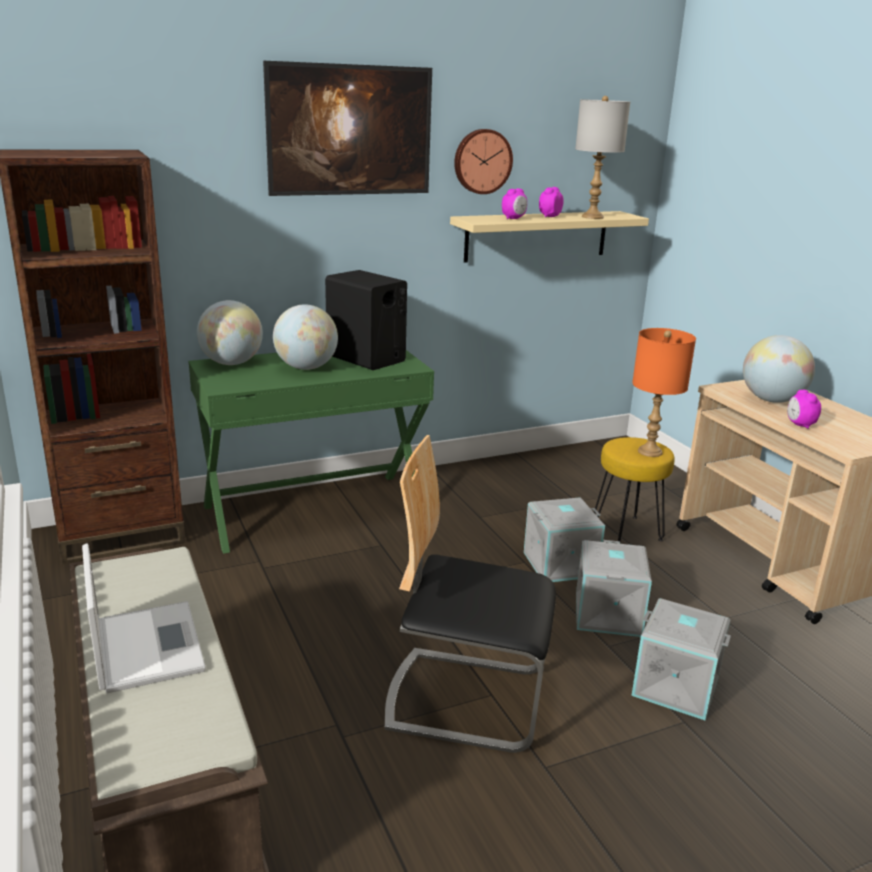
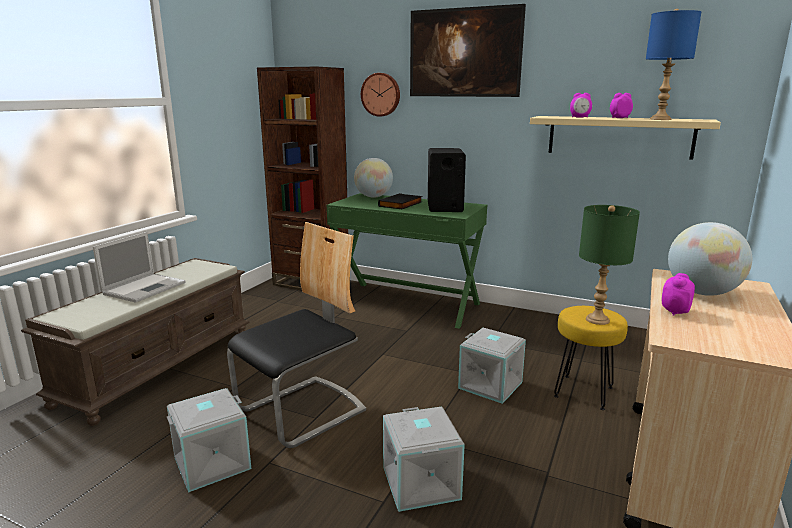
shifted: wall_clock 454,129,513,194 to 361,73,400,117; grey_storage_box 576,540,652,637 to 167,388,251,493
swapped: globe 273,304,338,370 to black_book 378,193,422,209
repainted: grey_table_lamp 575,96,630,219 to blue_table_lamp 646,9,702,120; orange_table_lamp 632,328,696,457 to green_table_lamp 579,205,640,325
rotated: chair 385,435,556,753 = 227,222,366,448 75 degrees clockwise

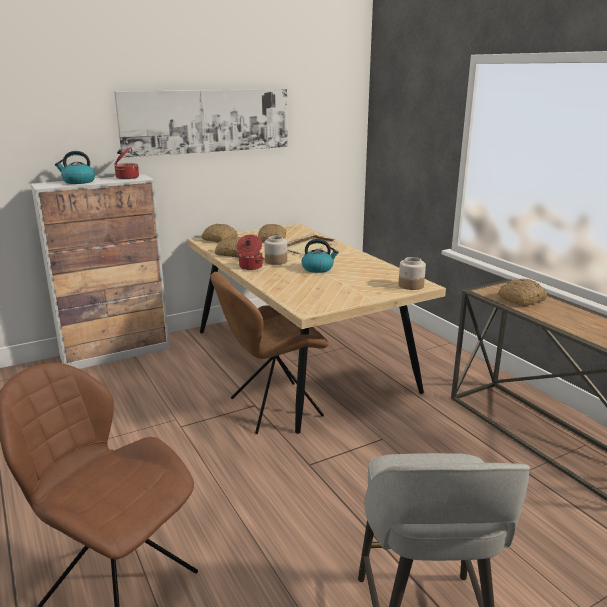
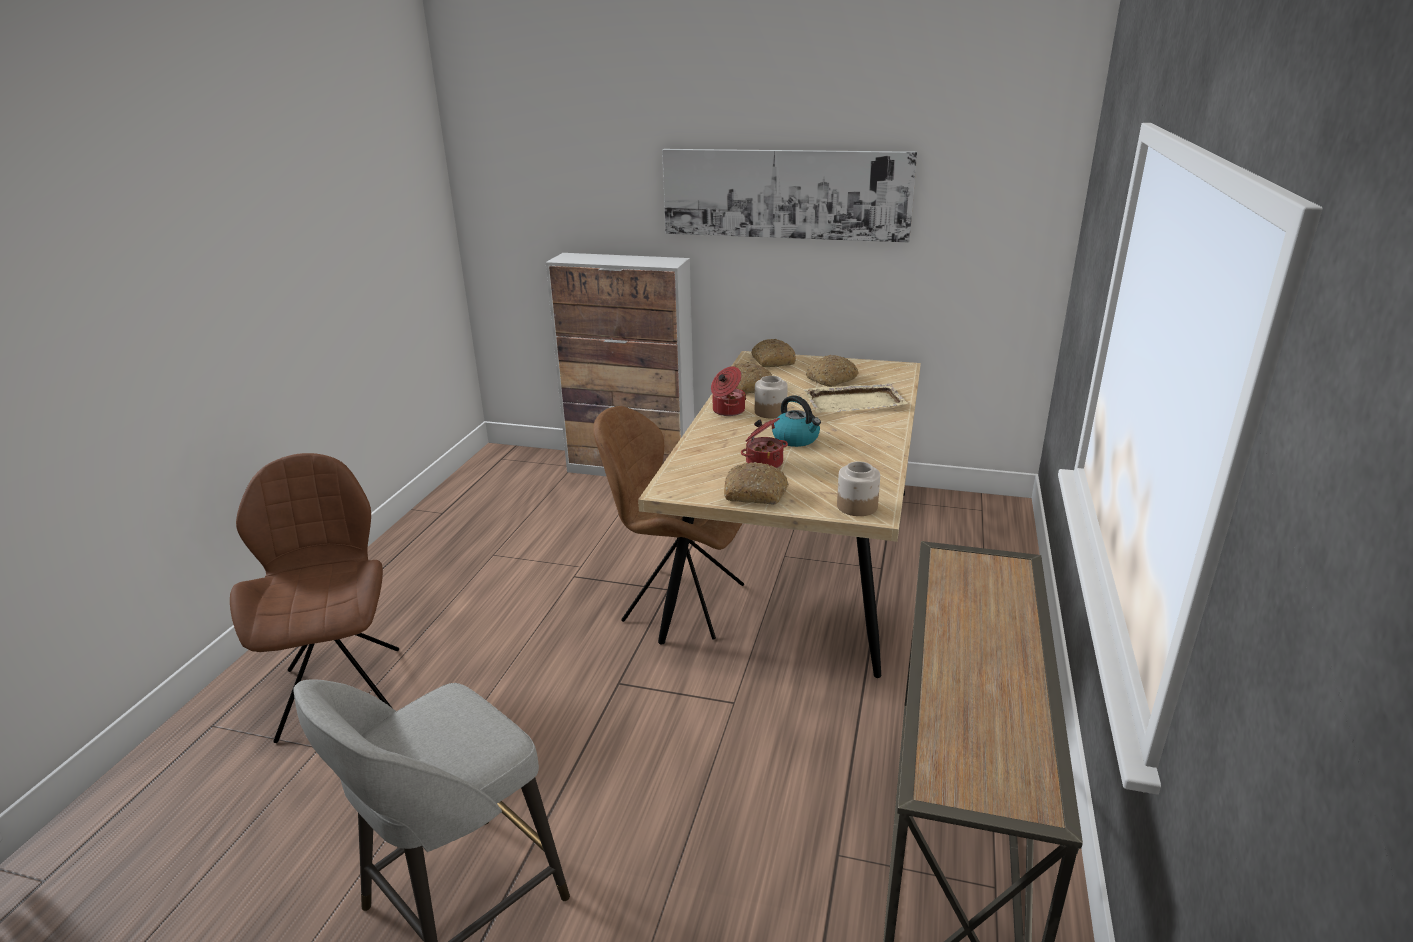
gone: kettle 55,151,95,184
shifted: cooking_pot 115,146,139,179 to 741,418,788,468; bread 498,279,547,306 to 724,462,789,505

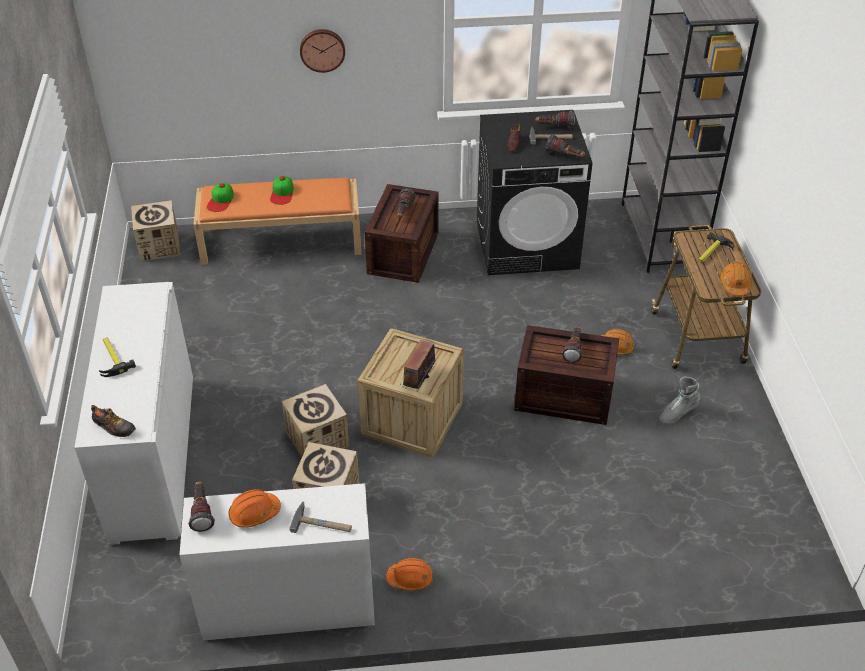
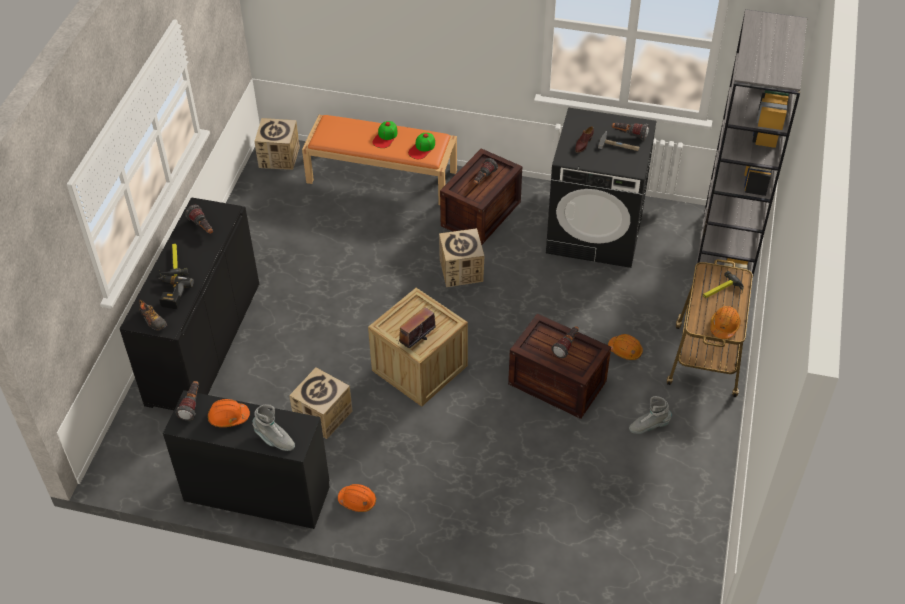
gone: wall_clock 300,29,345,73
new: power_drill 159,275,194,309
shifted: flashlight 546,135,585,157 to 185,205,213,234; cap 207,183,234,212 to 408,133,435,159; cardboard_box 282,384,349,457 to 439,228,484,287
swapped: hammer 289,501,352,533 to grey_boot 252,404,295,451
repainted: white_cabinet 74,282,193,545 to black_cabinet 120,197,259,410; white_desk 180,483,375,641 to black_desk 163,390,330,529

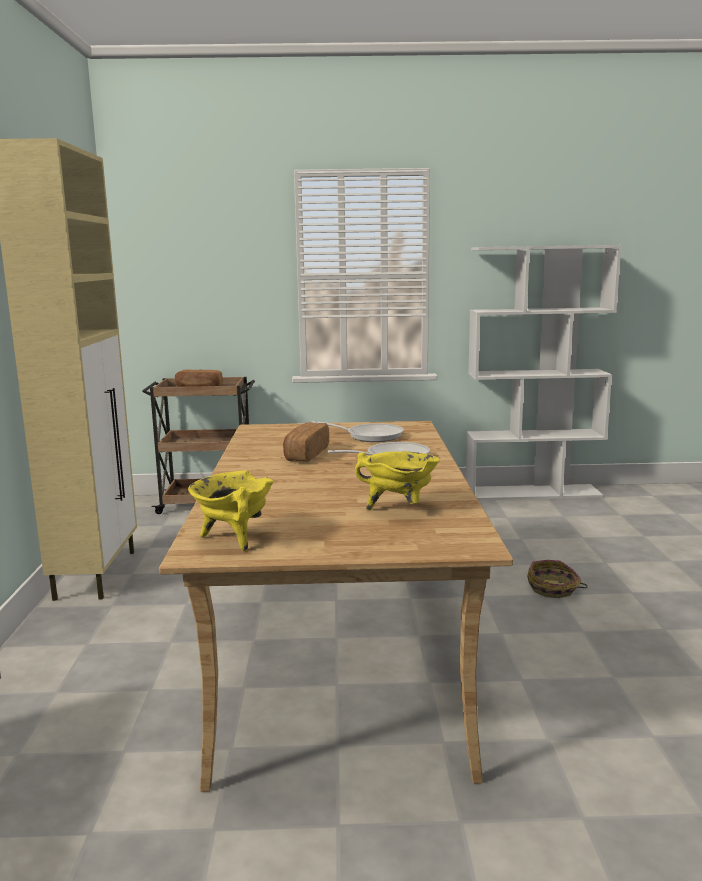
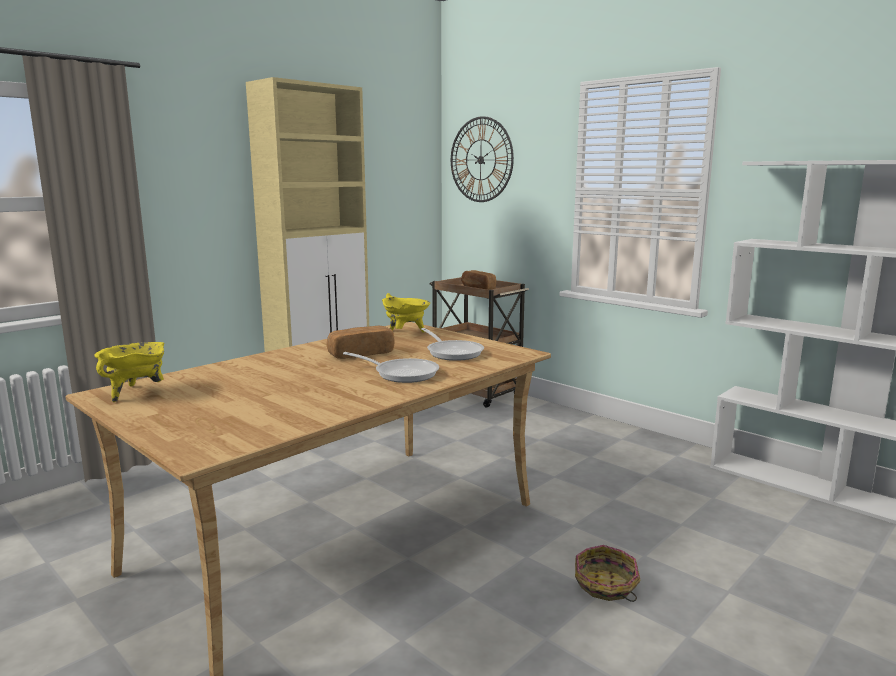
new: wall_clock 451,116,514,202
shifted: yellow_cooking_pot 355,451,440,510 to 382,293,430,333

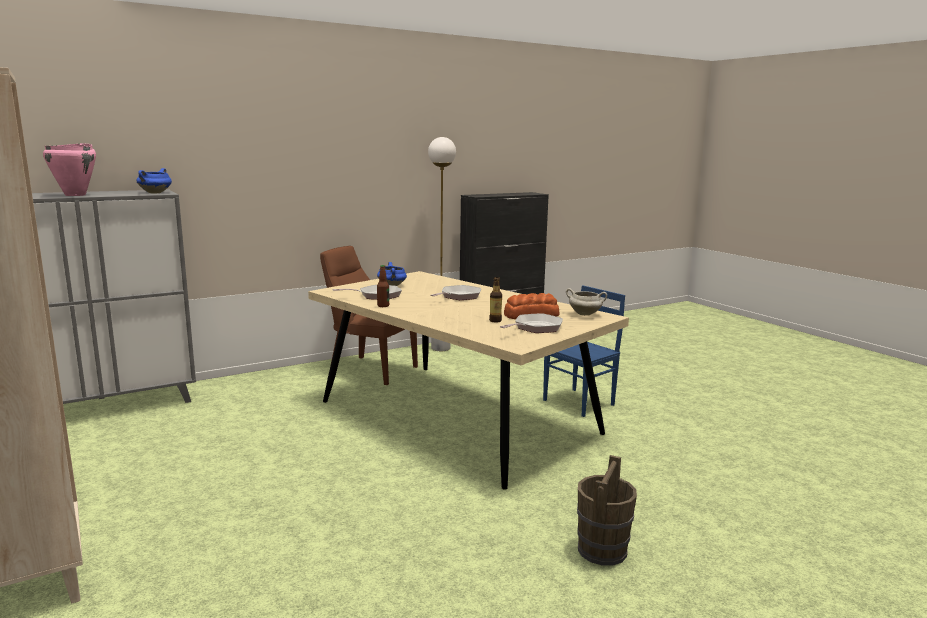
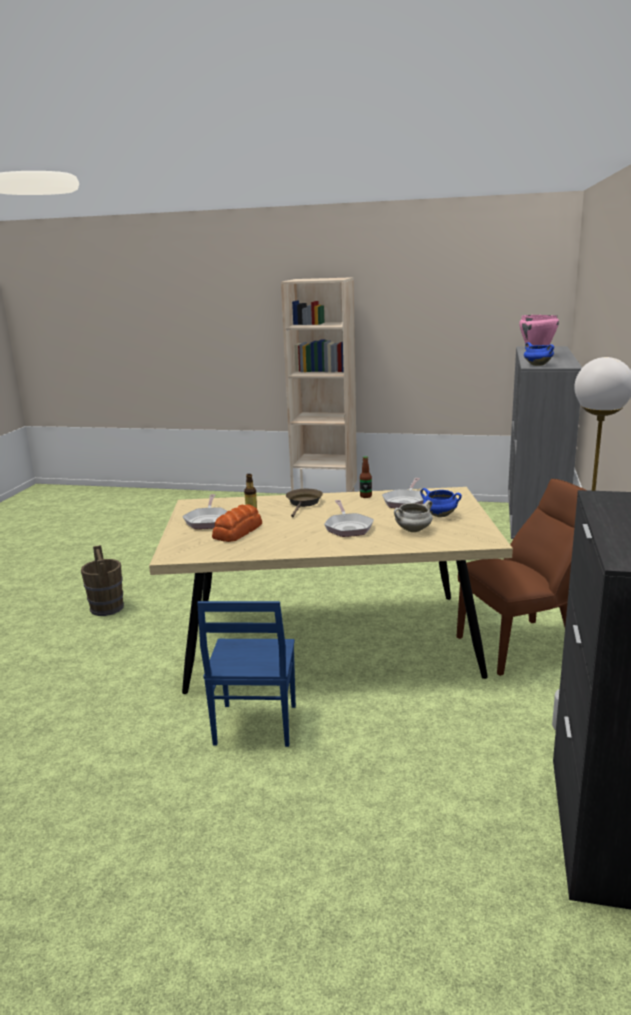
new: brown_frying_pan 286,489,323,517
shifted: white_cooking_pot 566,288,607,316 to 394,500,433,532

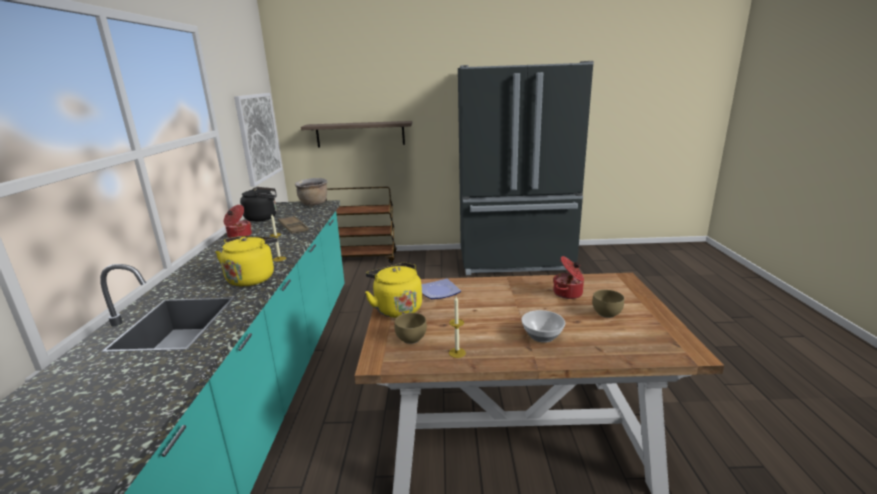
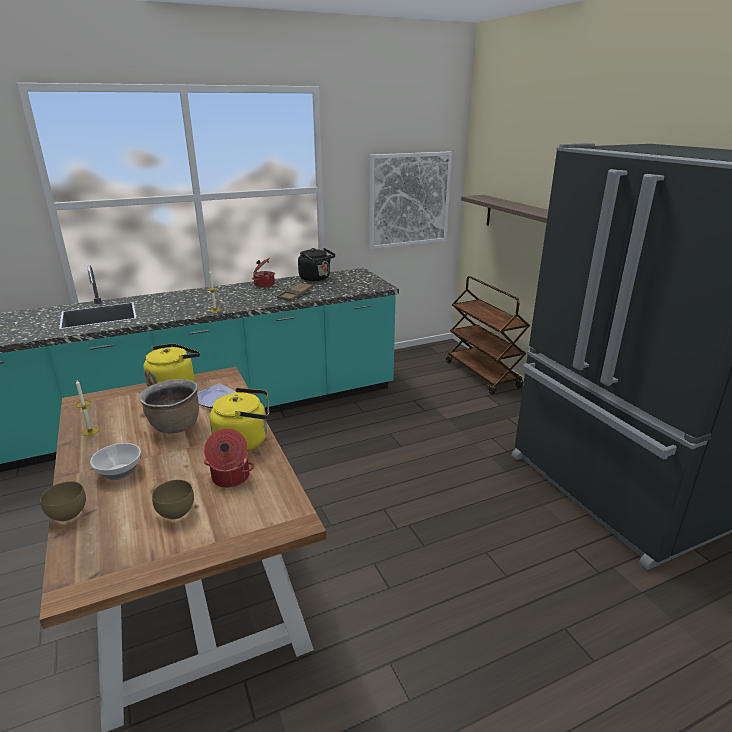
shifted: brown_cooking_pot 295,178,328,206 to 139,379,199,434; yellow_kettle 215,236,278,286 to 210,388,269,451; brown_bowl 394,313,427,344 to 40,481,86,521

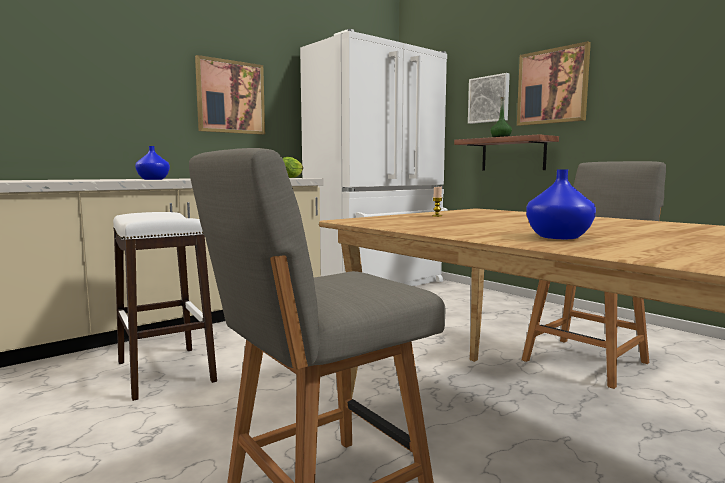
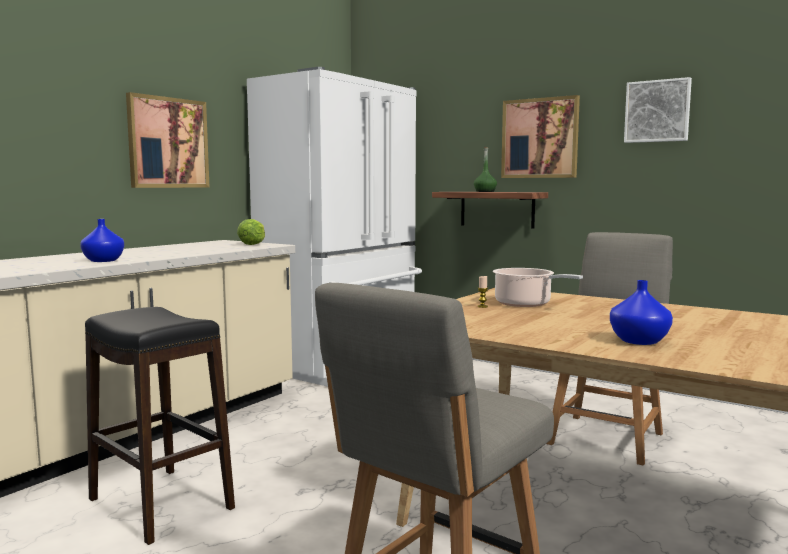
new: cooking_pot 493,268,583,307
shifted: picture 468,73,510,124 to 624,77,692,143
repainted: white_stool 113,212,217,401 to black_stool 85,307,235,545

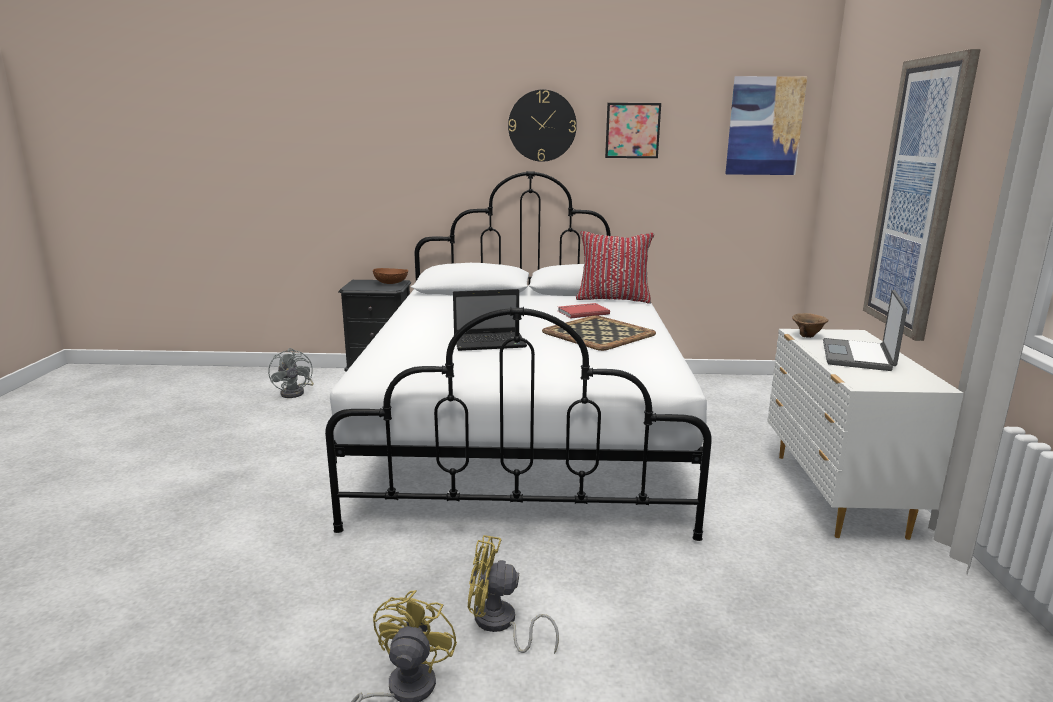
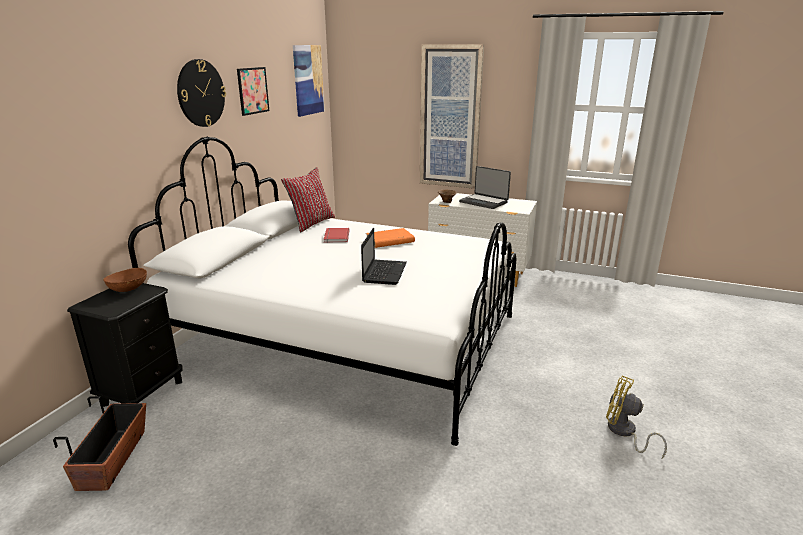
gone: yellow_fan 468,535,559,654
swapped: tray 542,316,656,351 to orange_book 366,228,415,248; grey_fan 268,348,314,398 to planter 53,396,146,491

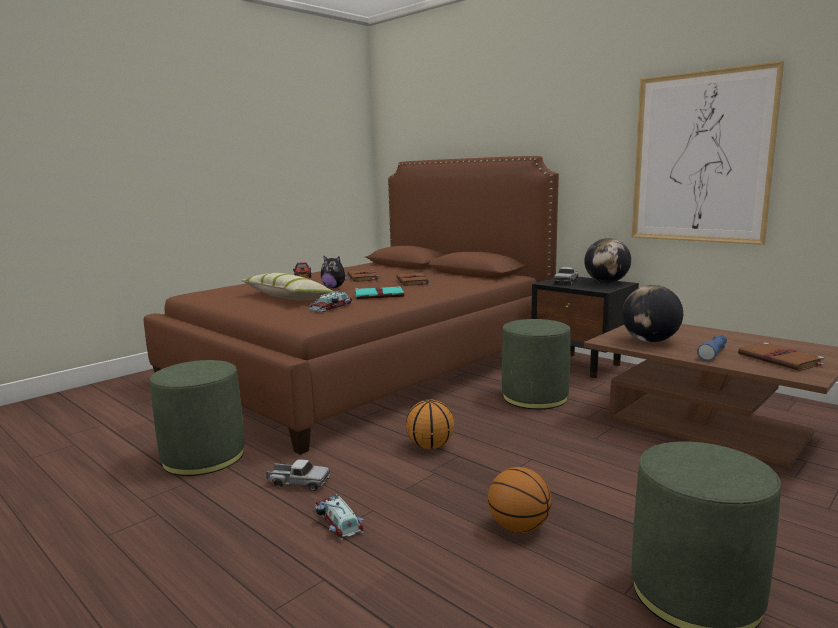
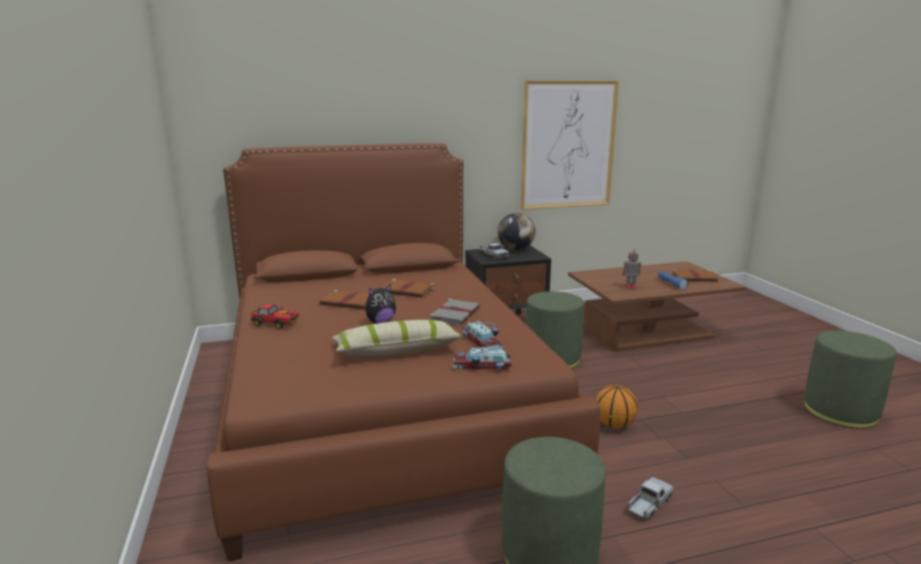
gone: basketball 488,467,552,533
shifted: toy_car 315,494,364,540 to 452,348,513,370
swapped: globe 622,285,683,342 to toy_robot 623,248,641,289
repainted: turquoise_book 355,286,405,299 to grey_book 429,299,480,325

